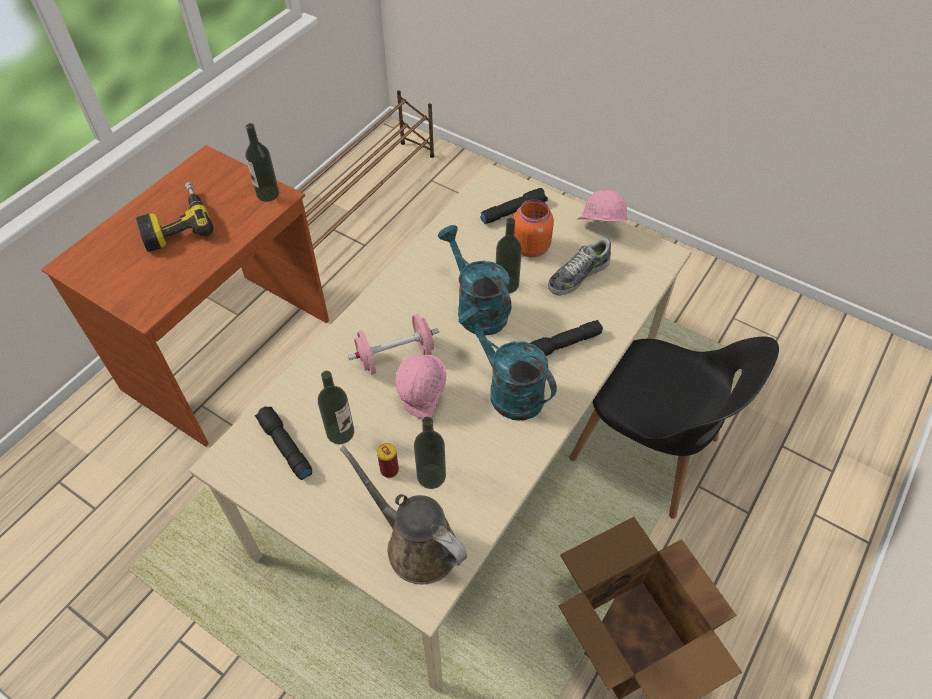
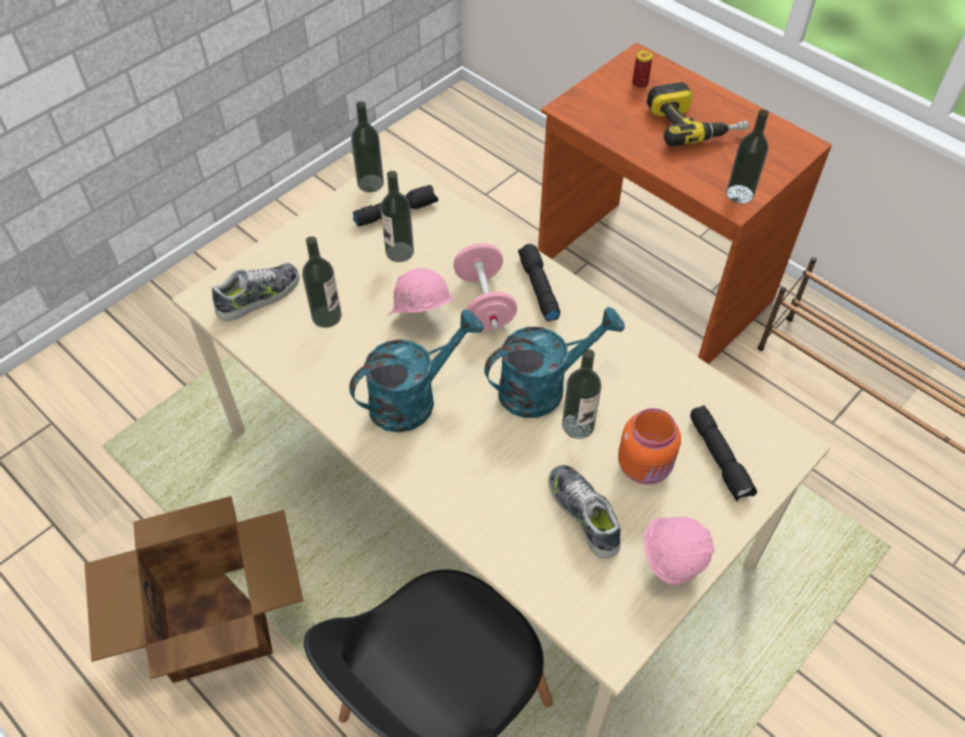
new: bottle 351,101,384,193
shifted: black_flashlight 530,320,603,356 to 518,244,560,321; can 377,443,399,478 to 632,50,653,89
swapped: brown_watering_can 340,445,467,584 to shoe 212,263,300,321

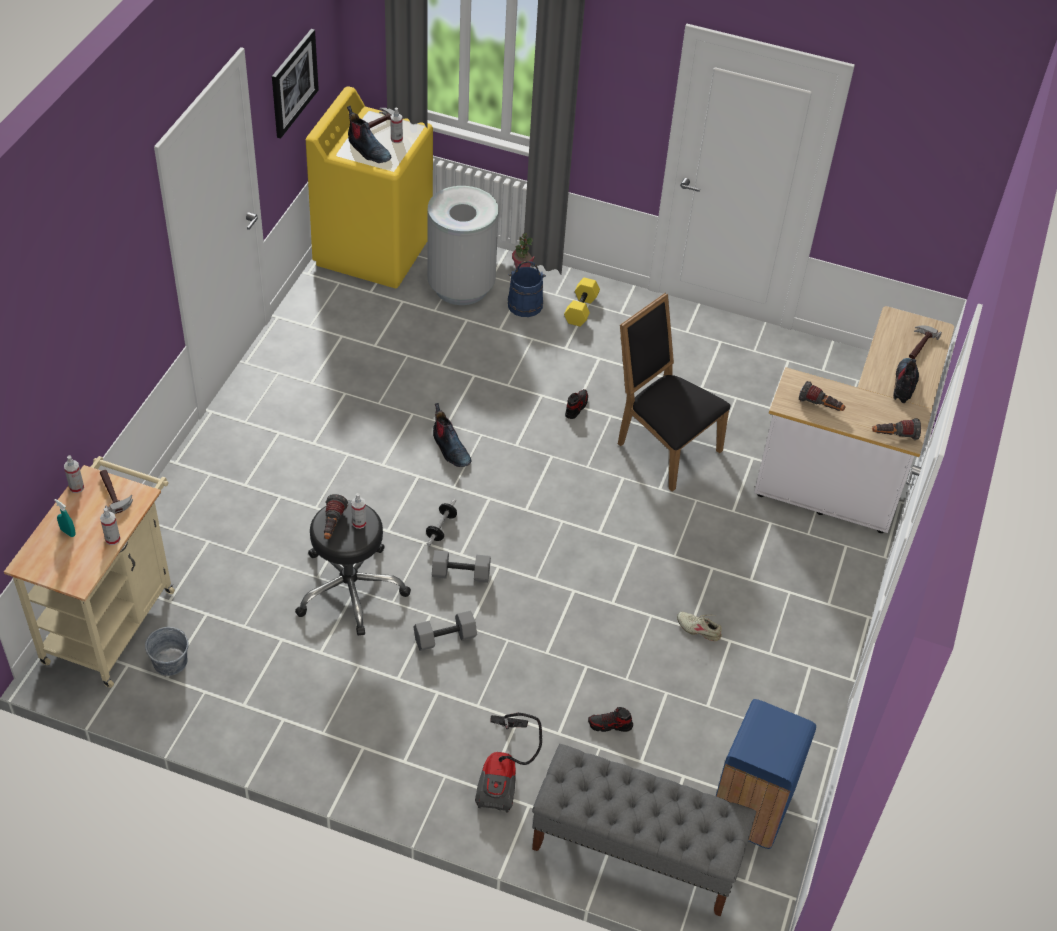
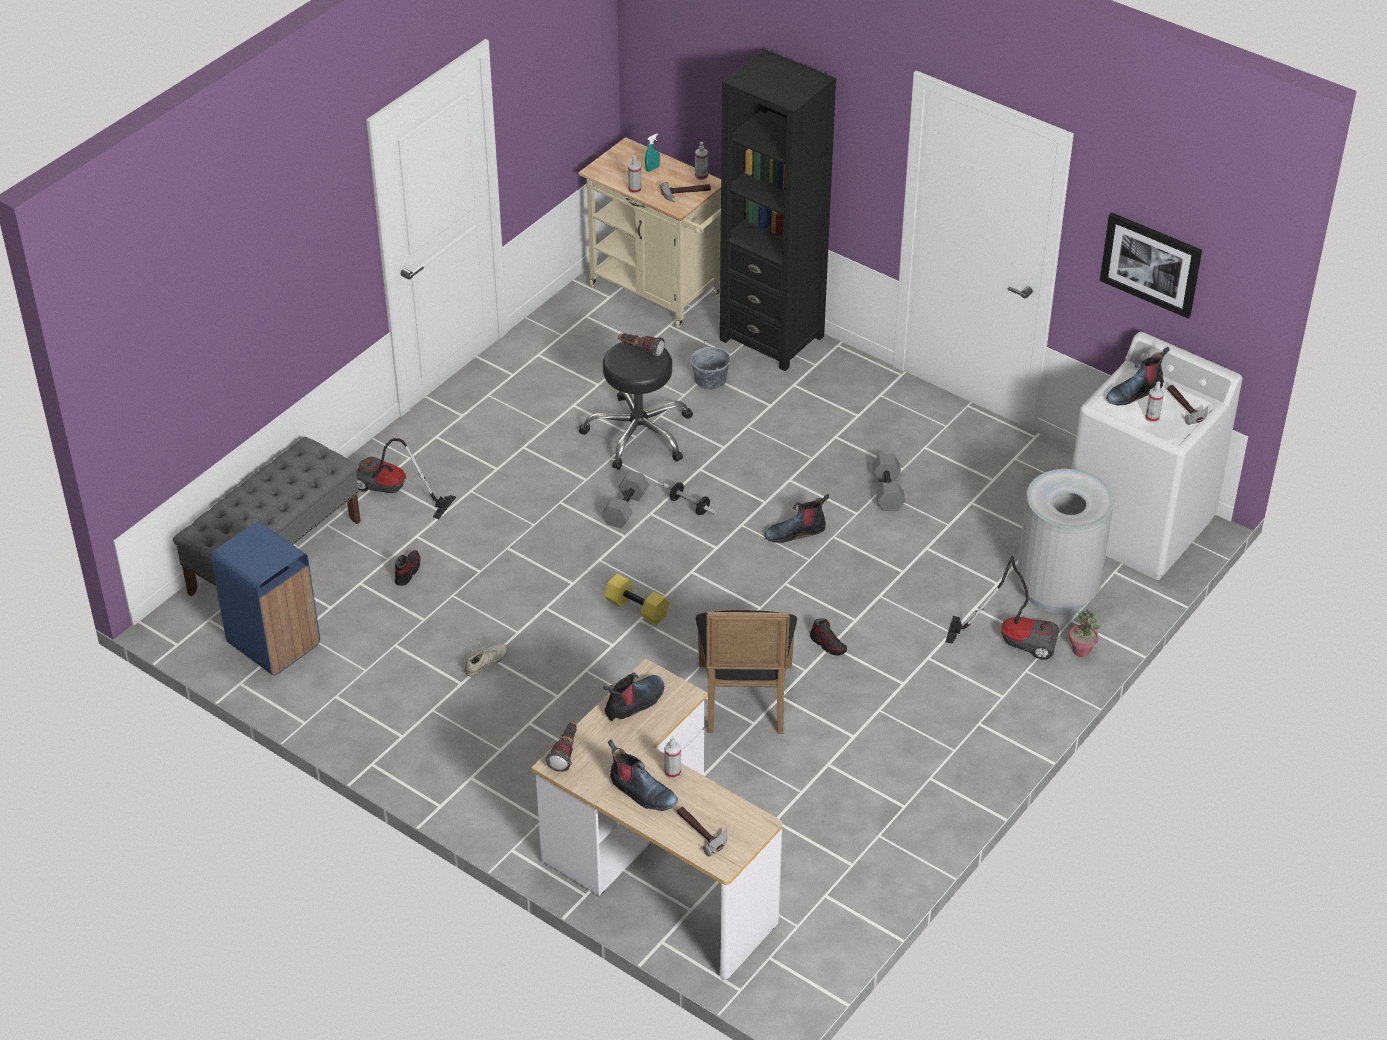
new: black_bookcase 720,49,836,371
shifted: yellow_dumbbell 564,278,600,327 to 604,574,669,625; spray_bottle 351,493,366,529 to 664,736,681,779; grey_dumbbell 414,610,477,651 to 872,454,905,511; grey_bucket 145,627,189,676 to 690,340,731,390
swapped: blue_bucket 508,261,546,317 to vacuum_cleaner 945,556,1059,660; flashlight 799,381,845,411 to boot 603,673,664,721
repainted: yellow_washing_machine 306,86,433,288 to white_washing_machine 1072,332,1242,580
rotated: black_chair 618,293,731,492 = 696,610,797,734 120 degrees clockwise

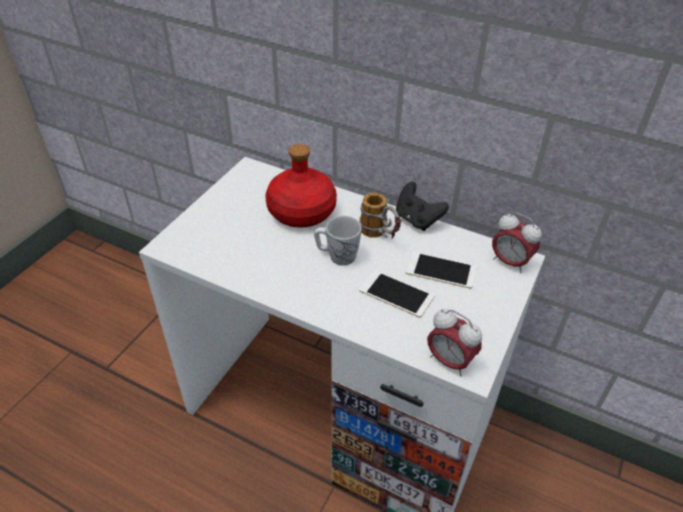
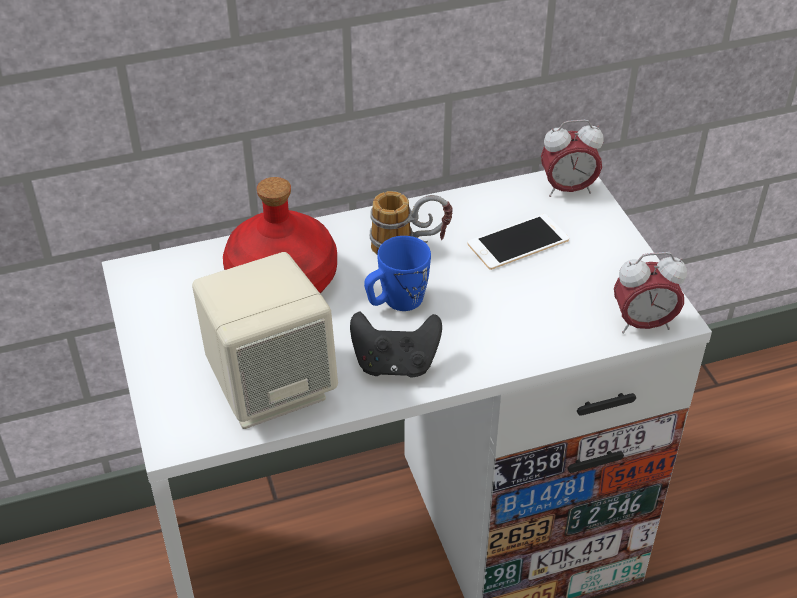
gone: phone 359,270,434,318
new: beige_speaker 192,252,338,429
shifted: black_game_controller 396,182,449,231 to 350,311,442,378
repainted: white_mug 314,216,362,266 to blue_mug 364,236,431,311

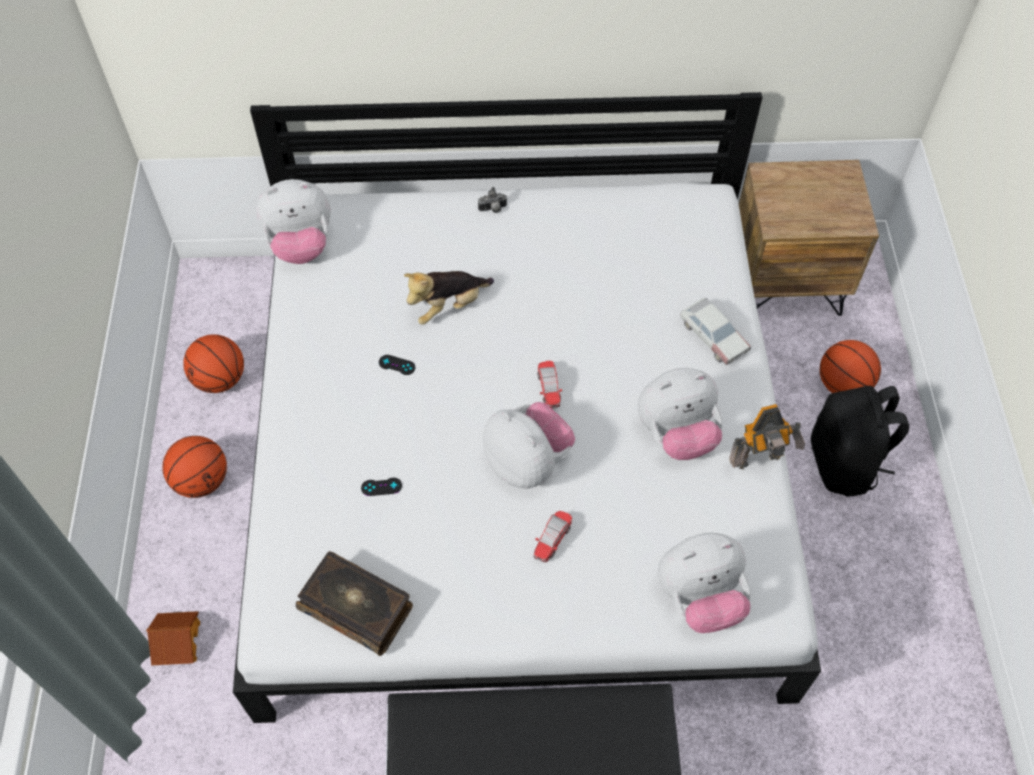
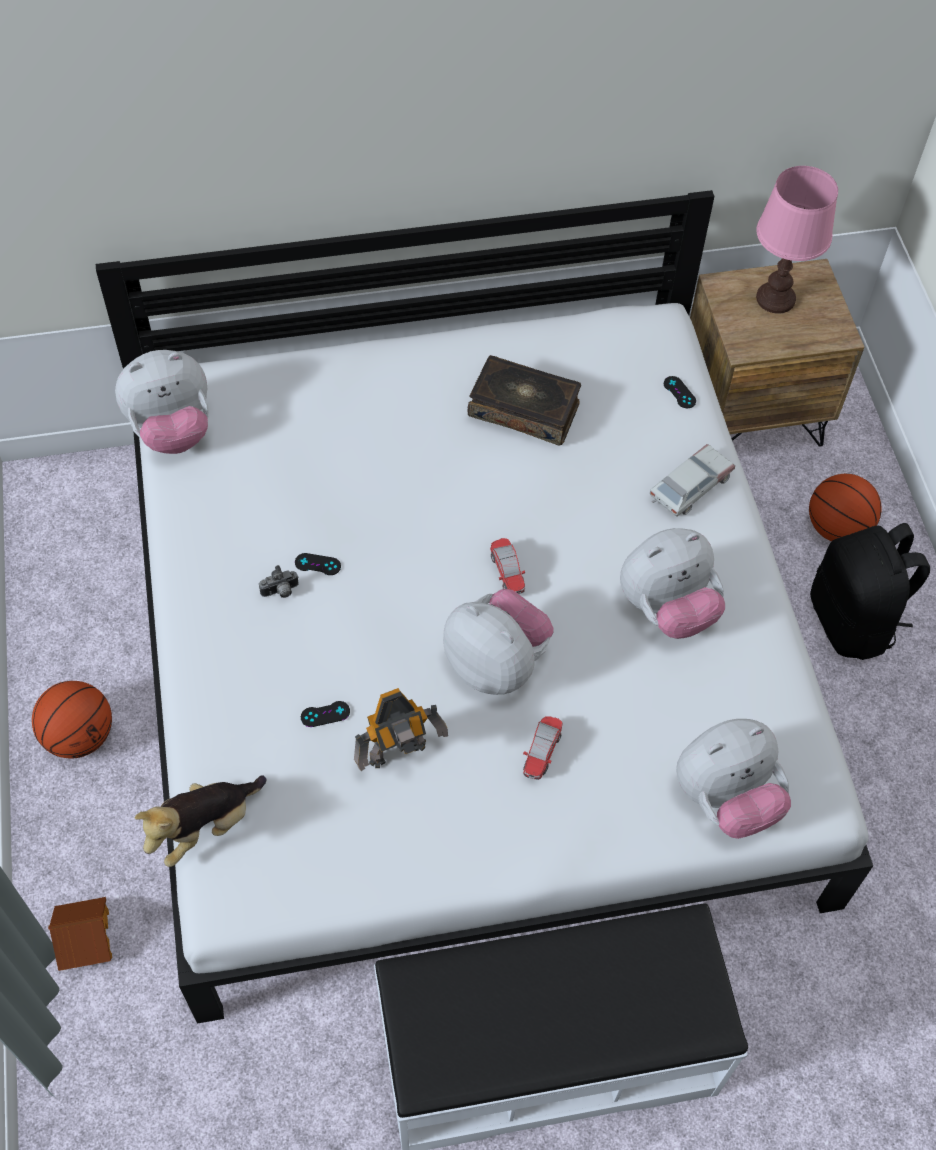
gone: basketball 183,334,244,393
new: pink_table_lamp 756,166,838,314; black_game_controller 664,376,696,408
shifted: photo_camera 478,187,507,213 to 259,565,299,598; plush_toy 404,271,494,325 to 135,776,266,867; toy_robot 729,404,805,469 to 354,688,448,771; book 296,551,413,656 to 468,355,581,445
rotated: toy_car 680,298,751,366 = 650,444,735,516 90 degrees counterclockwise

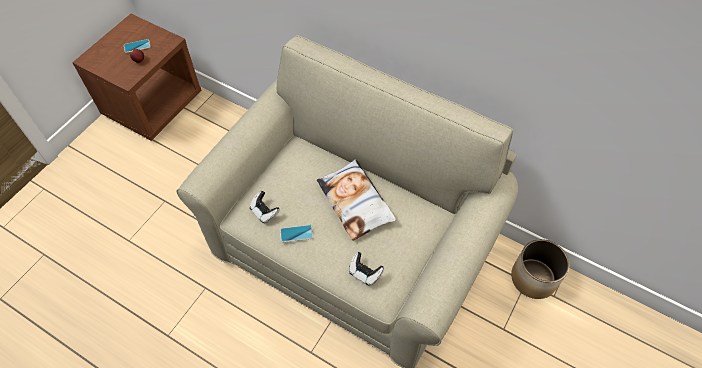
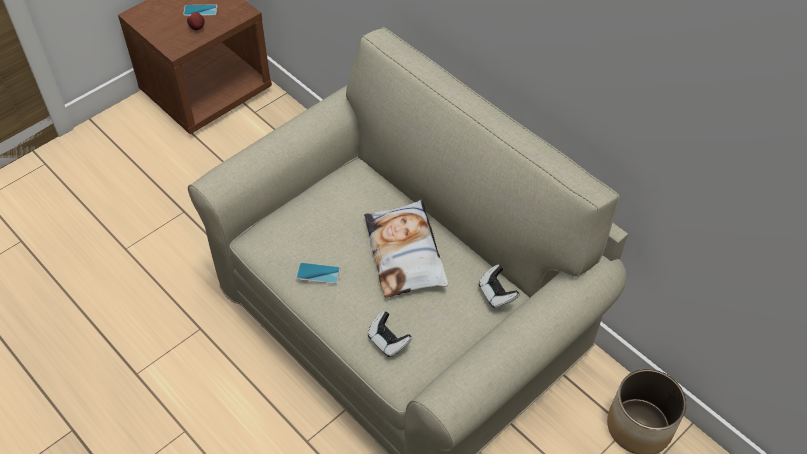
shifted: game_controller 250,191,280,223 to 479,264,519,309

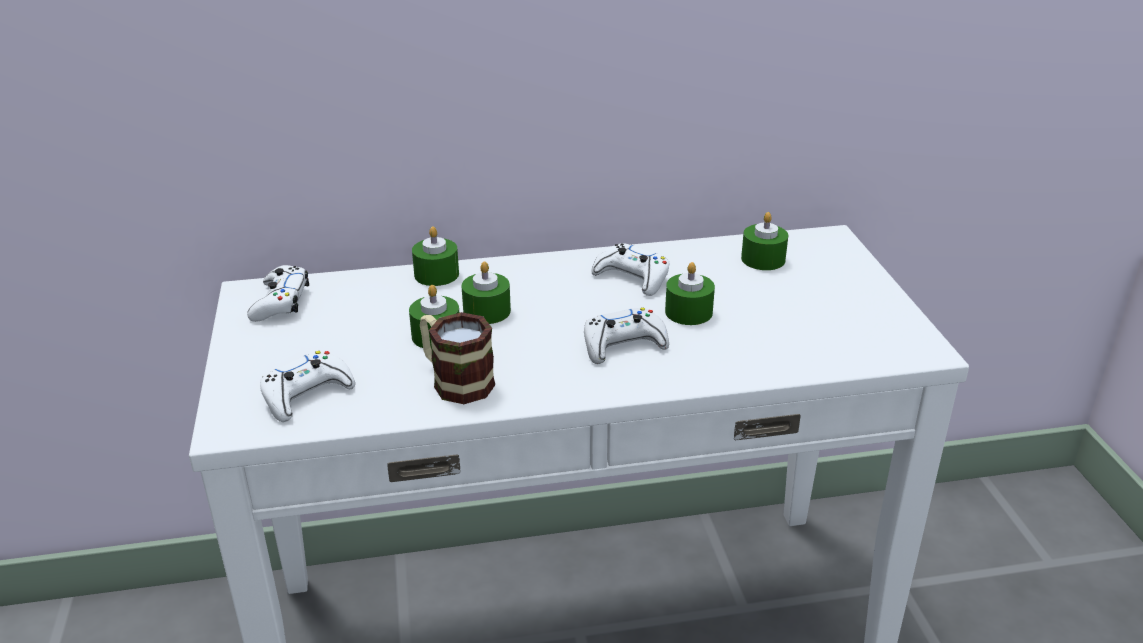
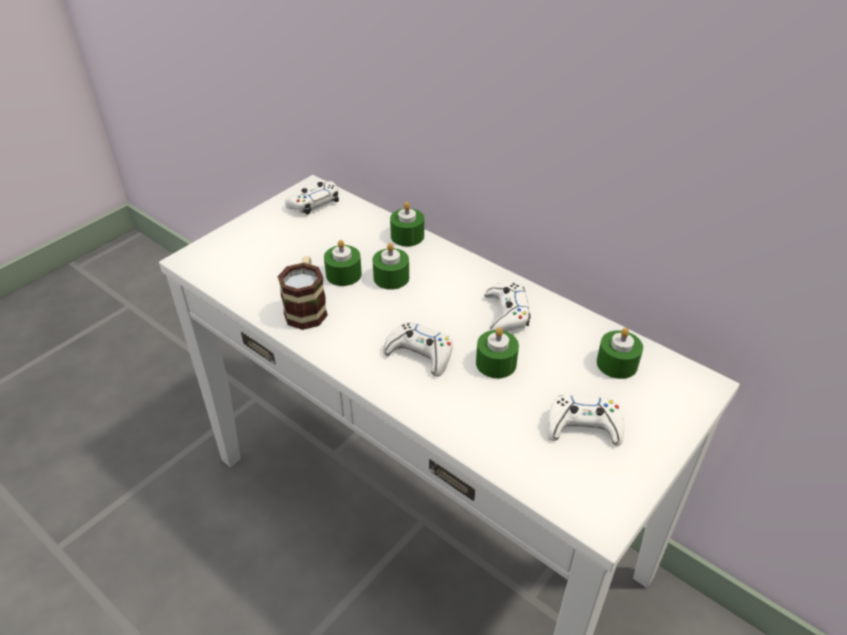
shifted: white_game_controller 260,351,355,422 to 547,395,625,446

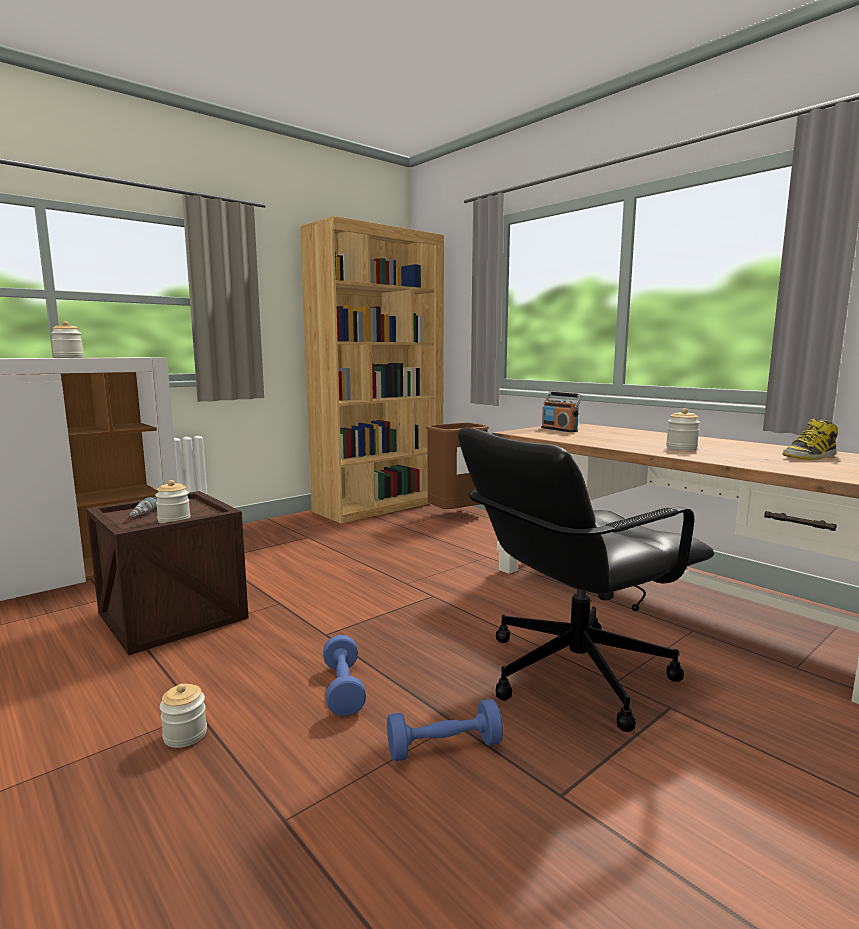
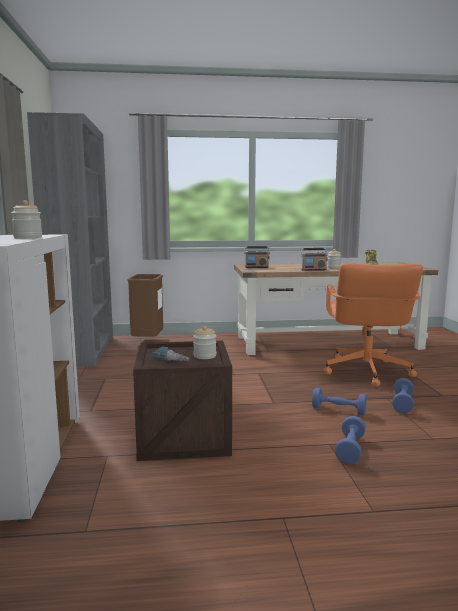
new: radio 301,248,328,271
swapped: jar 160,684,207,748 to blue_dumbbell 335,416,366,464
repainted: brown_bookcase 300,216,444,523 to grey_bookcase 27,112,113,367; black_office_chair 458,428,714,732 to orange_office_chair 324,263,423,387

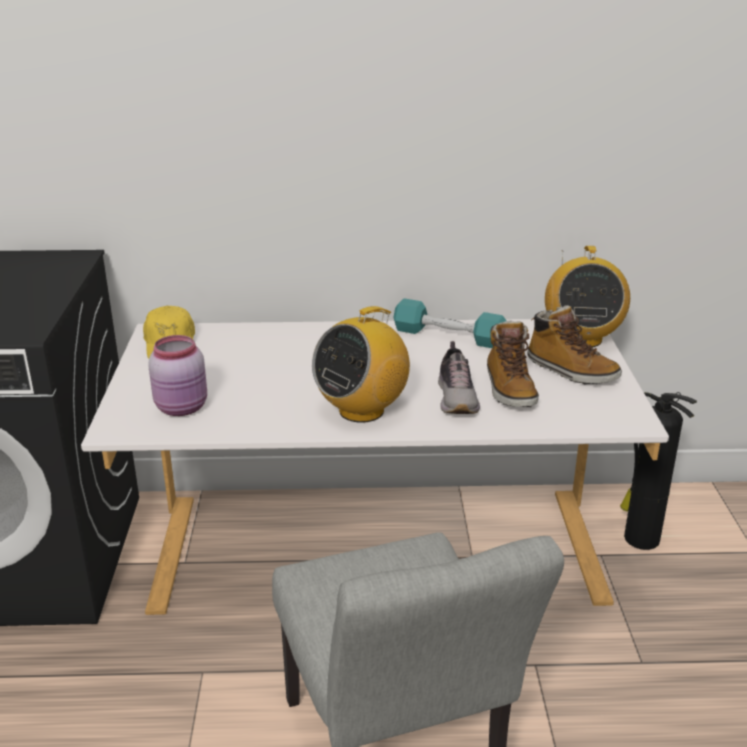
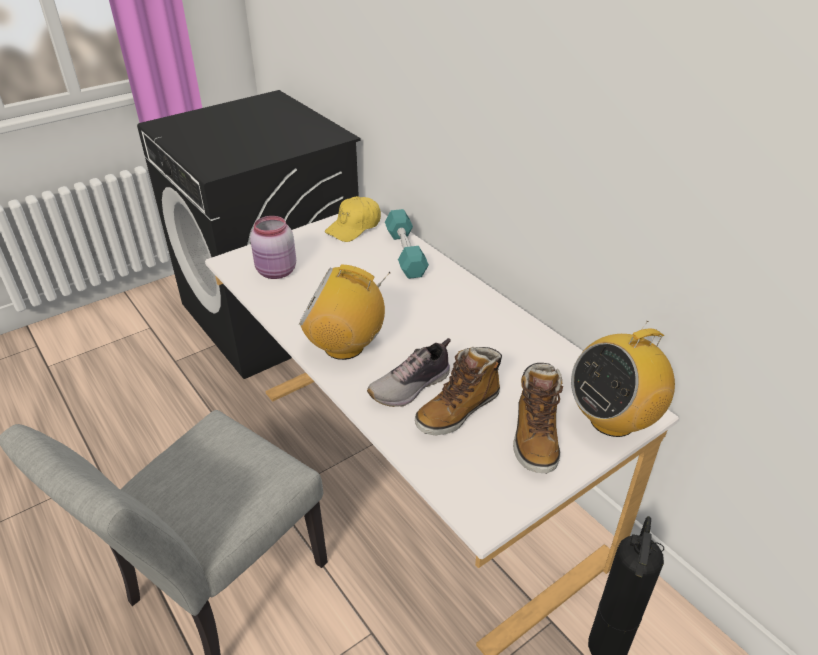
shifted: turquoise_dumbbell 393,298,506,348 to 385,209,429,279

